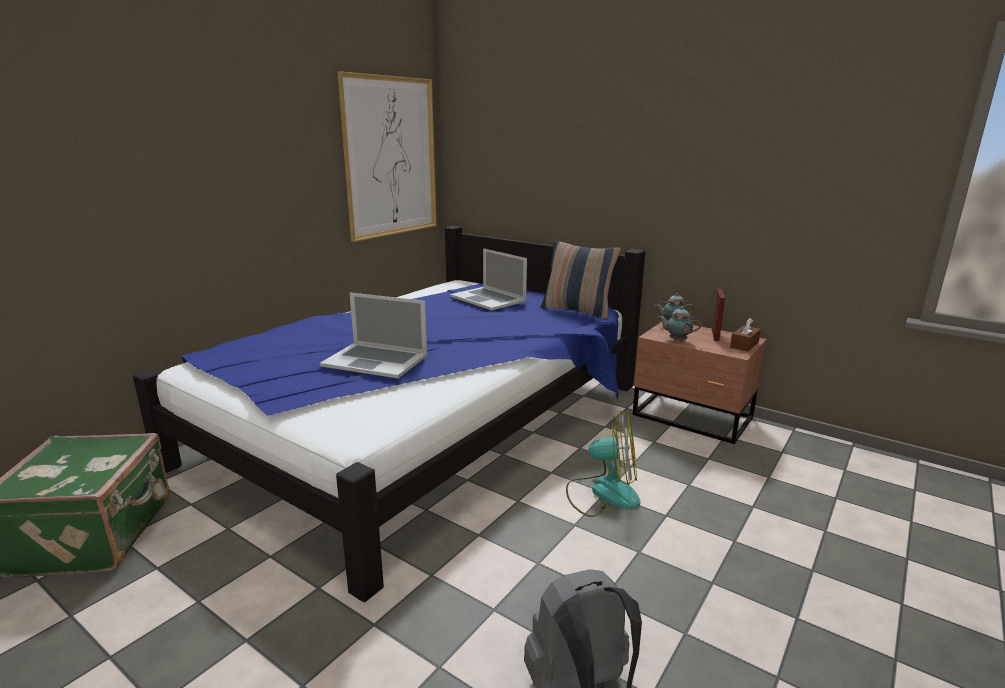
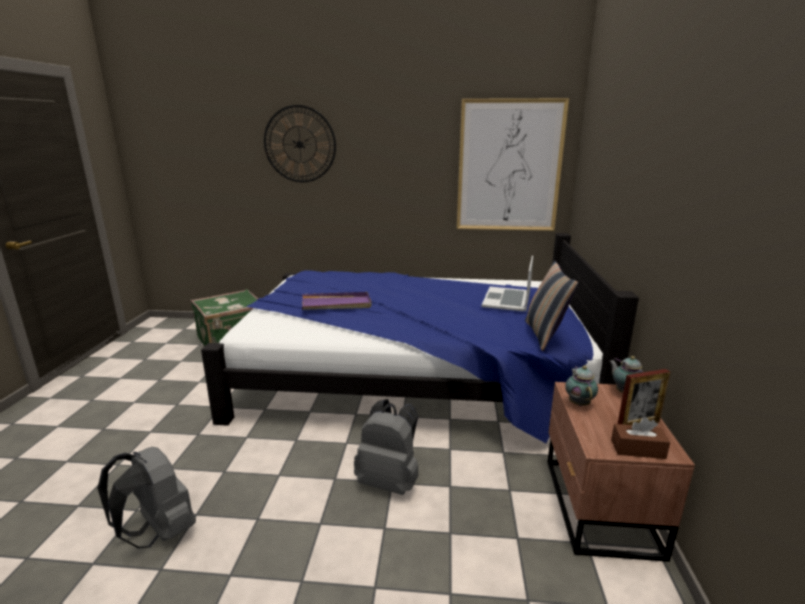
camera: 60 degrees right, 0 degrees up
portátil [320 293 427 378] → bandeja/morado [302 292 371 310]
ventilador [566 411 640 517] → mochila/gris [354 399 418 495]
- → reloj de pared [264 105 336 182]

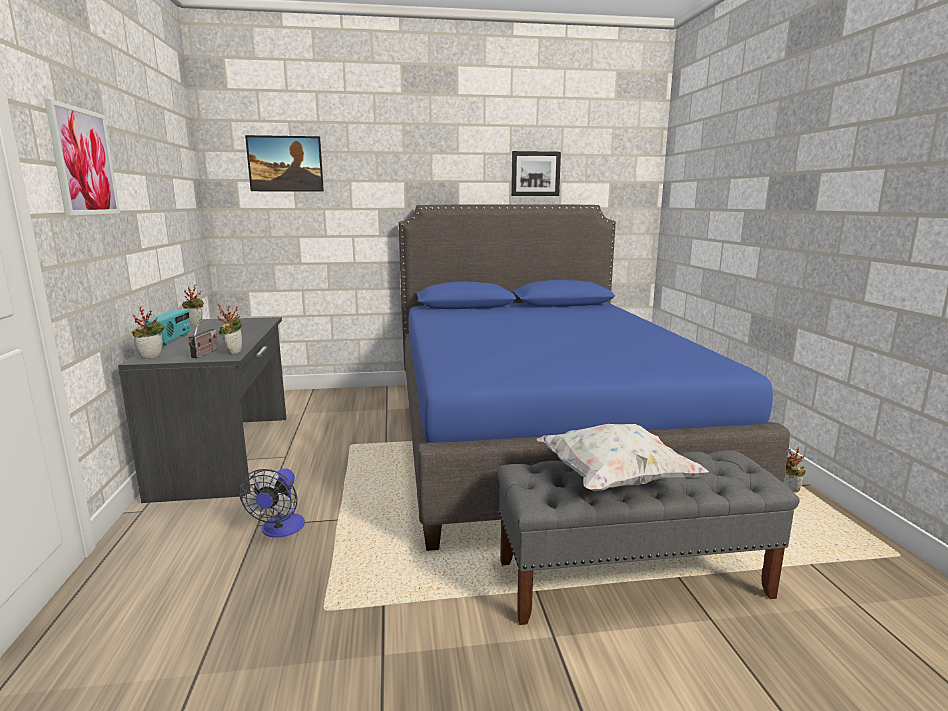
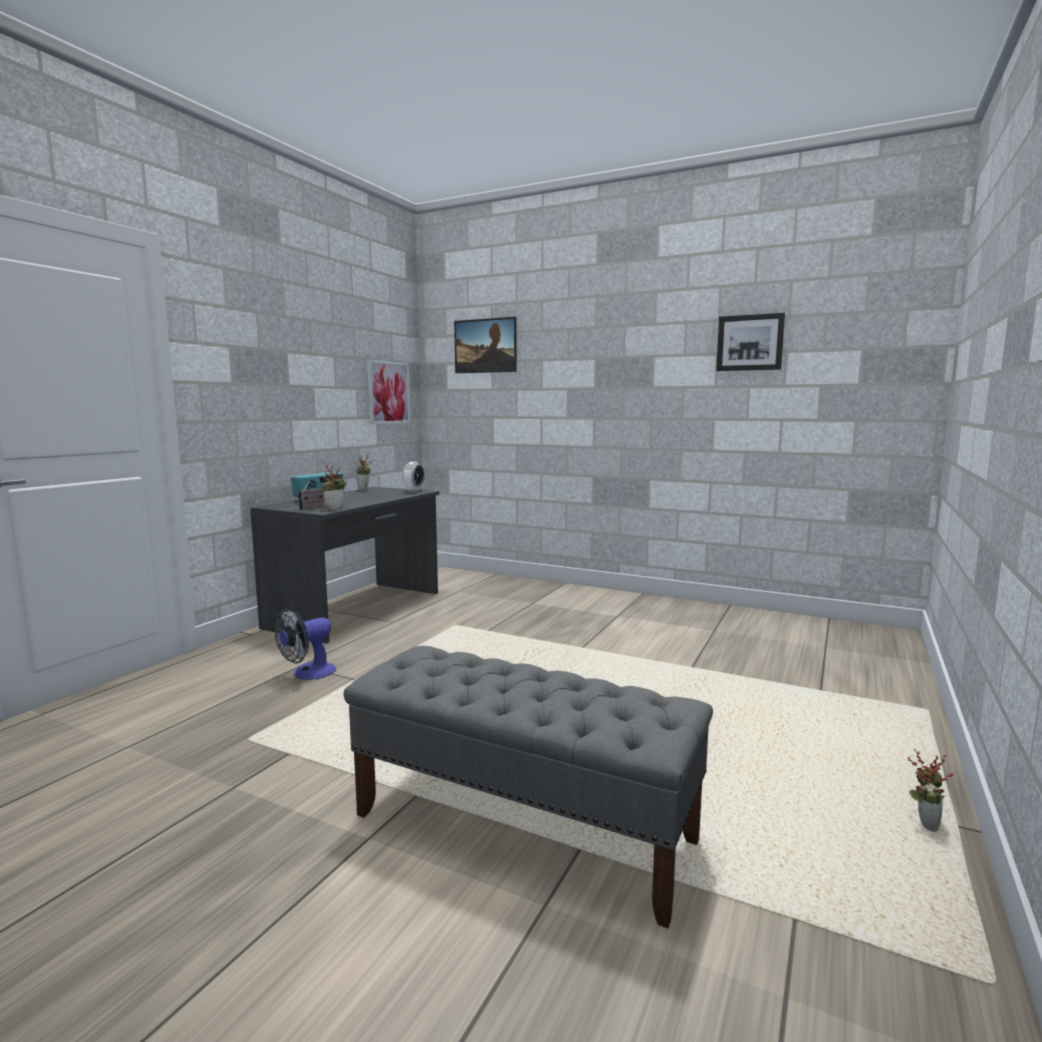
camera: 35 degrees right, 5 degrees down
cuadro [44 99 120 216] → cuadro [367 359 410 424], relocated
cama/azul [398 204 790 551] → -
planta en maceta [131 306 165 359] → -
cojín/blanco [537 424 709 491] → -
- → despertador [402 462 424 493]

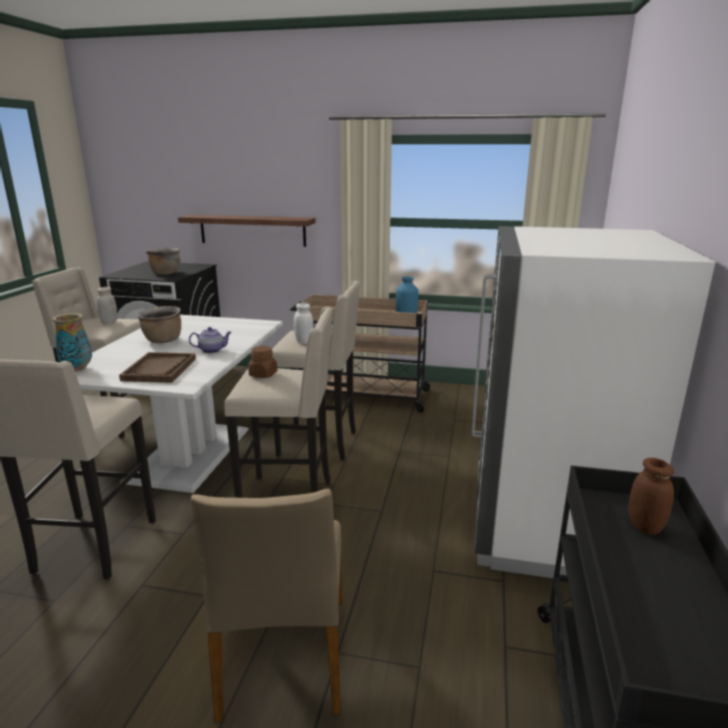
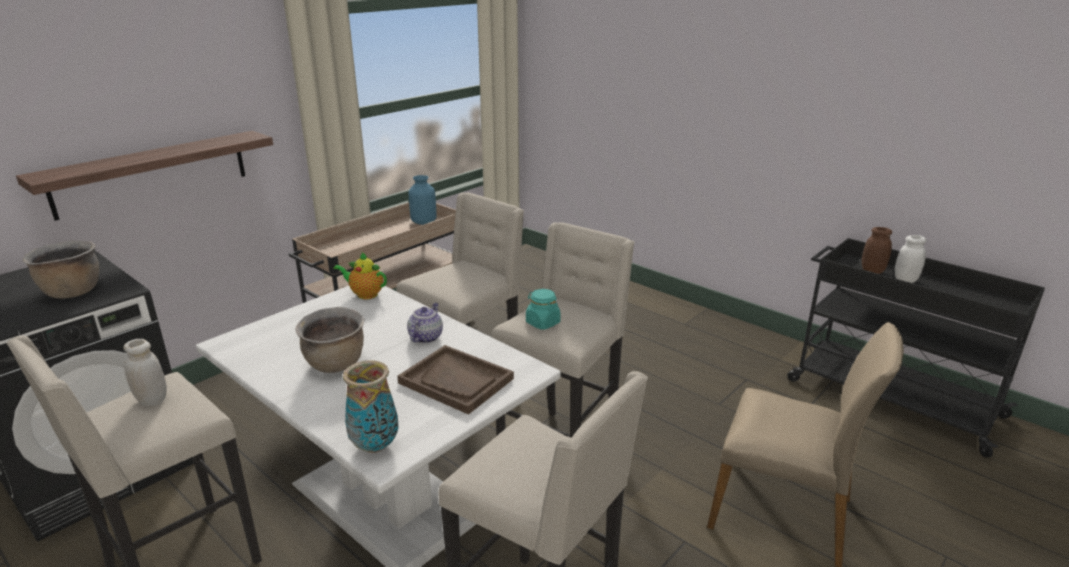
camera: 60 degrees left, 5 degrees up
nevera/blanco [471 226 715 578] → -
tarro/blanco [294 303 314 344] → tarro/blanco [895 235 927 283], relocated
tarro/marrón [248 346 277 378] → tarro/turquesa [526 289 561 330]
- → tetera [334 252 387 299]

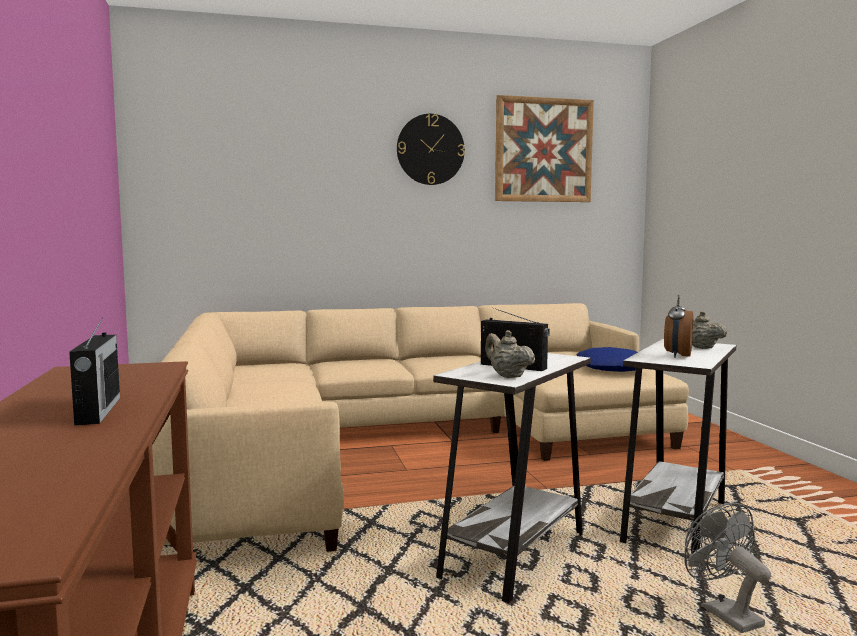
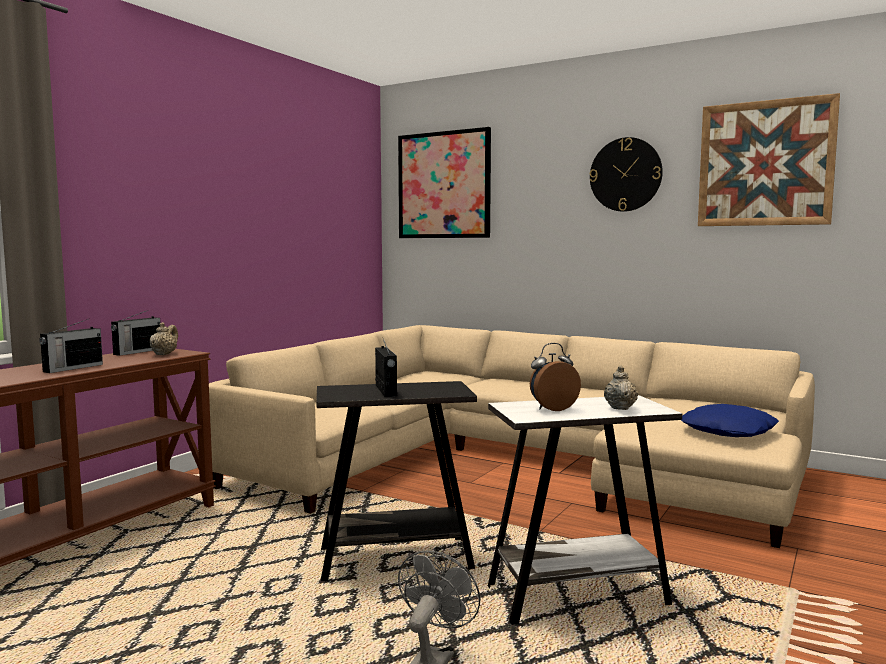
camera: 45 degrees right, 0 degrees up
tetera/beis [485 330 535 378] → tetera/beis [150 322 178 355], relocated
mesa auxiliar/blanco [433 353 591 603] → mesa auxiliar/negro [316 381 477 581]
- → cuadro [398 127 491 238]
- → radio [111 310 160 356]

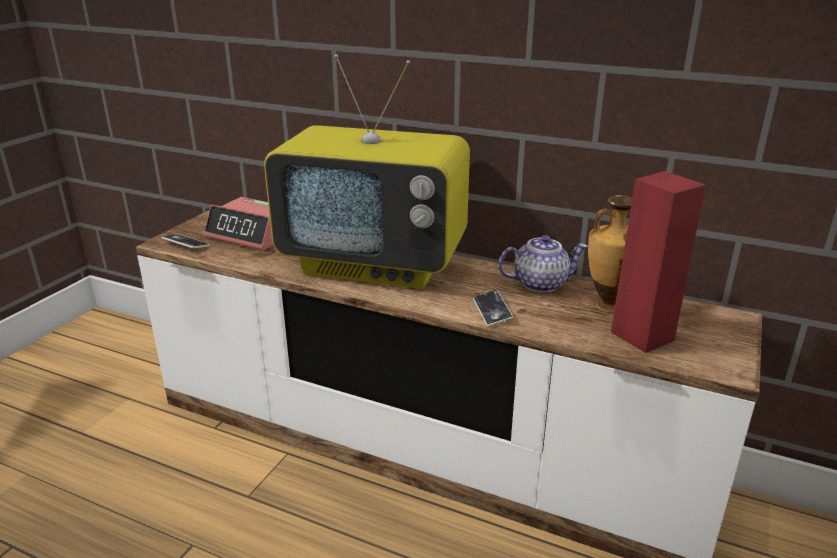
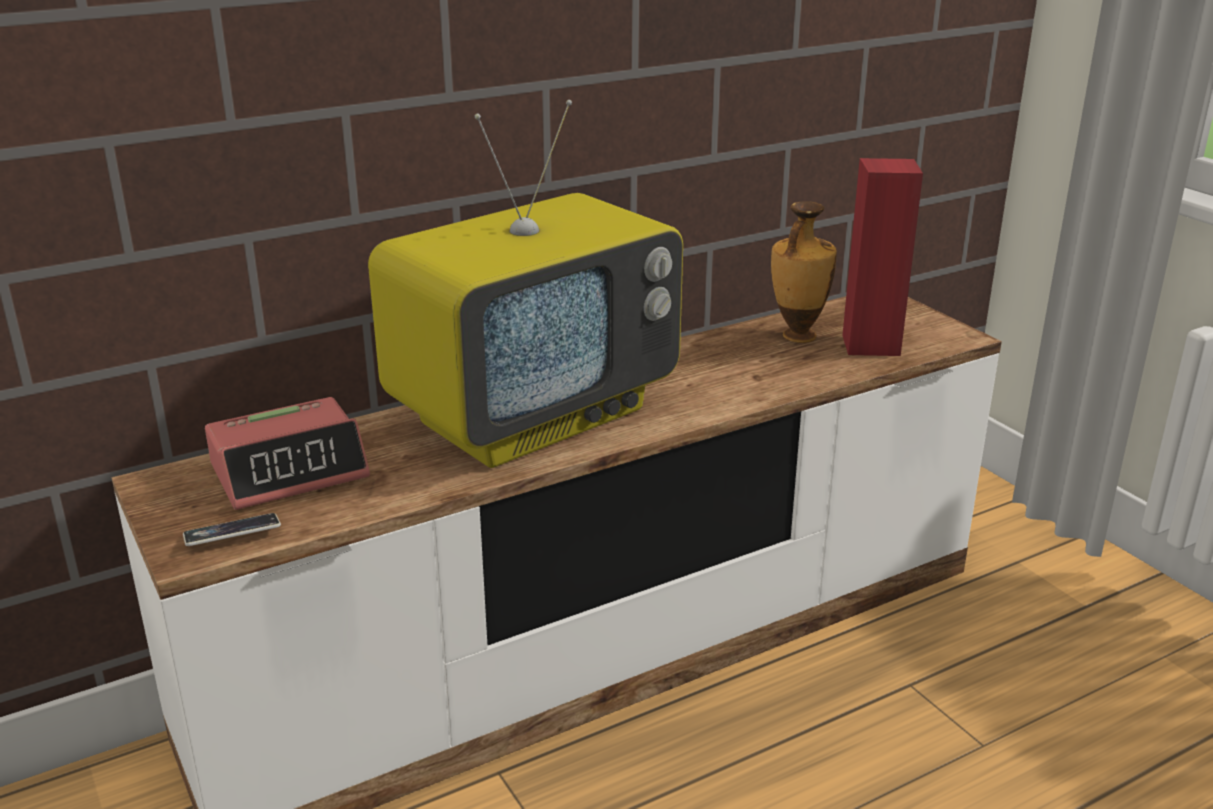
camera: 55 degrees left, 0 degrees up
tetera [498 235 588 293] → -
móvil [473 290 513 326] → -

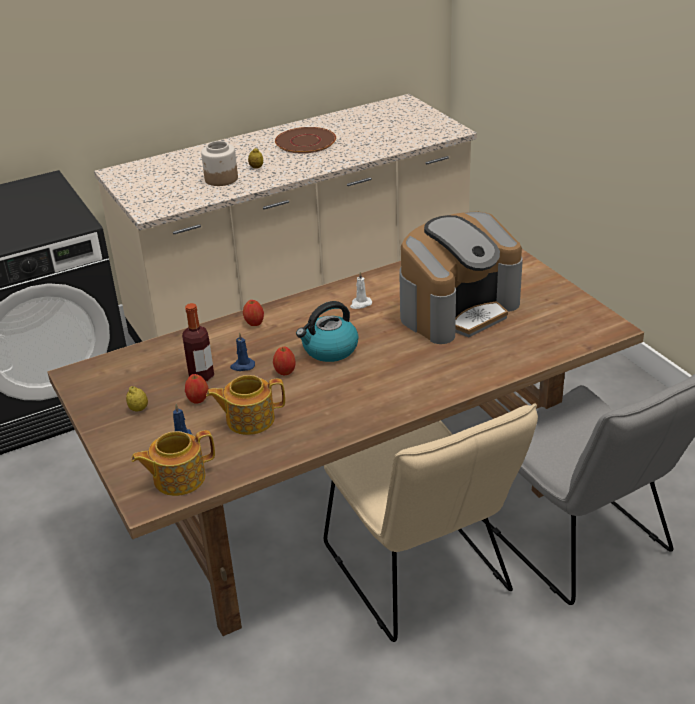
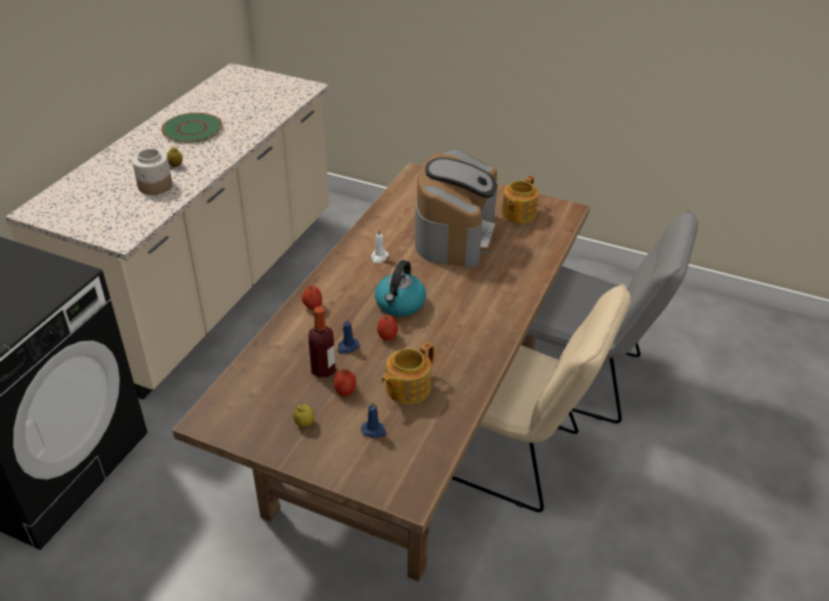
camera: 40 degrees left, 5 degrees up
plato/marrón [275 127 336 153] → plato/verde [161 113 222 143]
tetera [131 430 215 496] → tetera [502 175 539 223], relocated

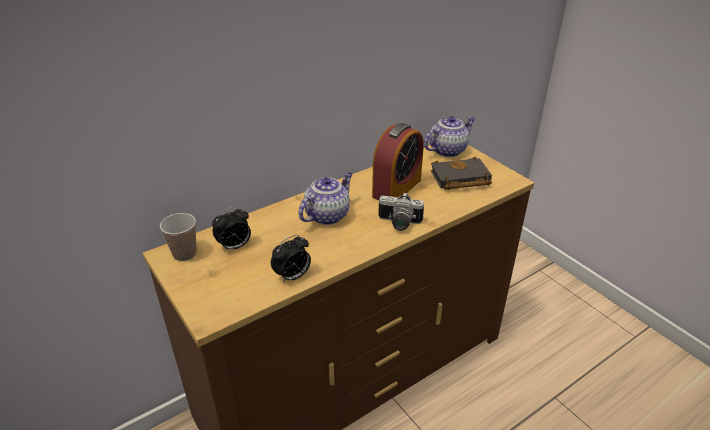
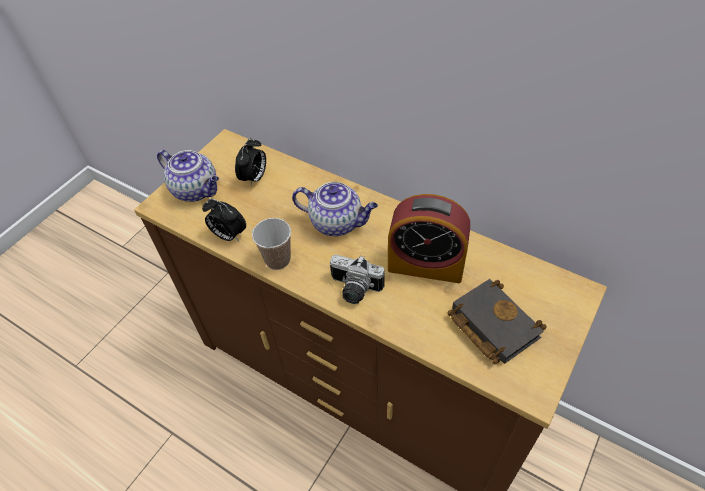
camera: 70 degrees right, 15 degrees up
tetera [424 116 475 157] → tetera [157 150 219 202], relocated
cámara [378 193 424 231] → cámara [330 254 385 304], 60 degrees counterclockwise
despertador [212 206 251 252] → despertador [235 138 266 186], 105 degrees counterclockwise
taza [160 213 197 261] → taza [252 218 291 270], relocated

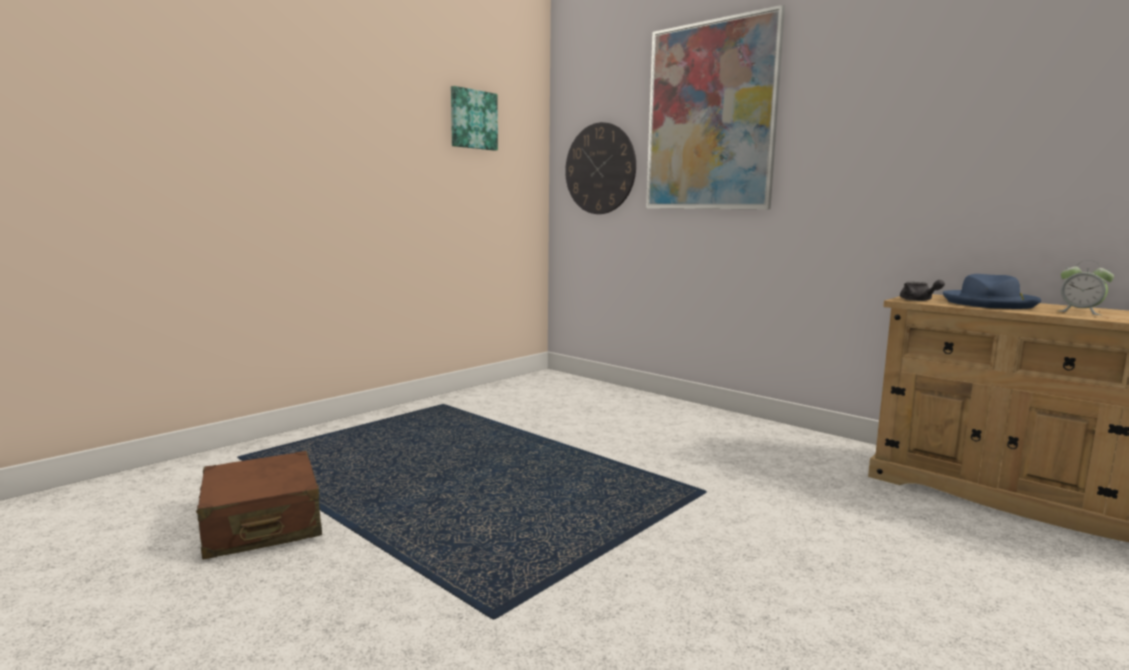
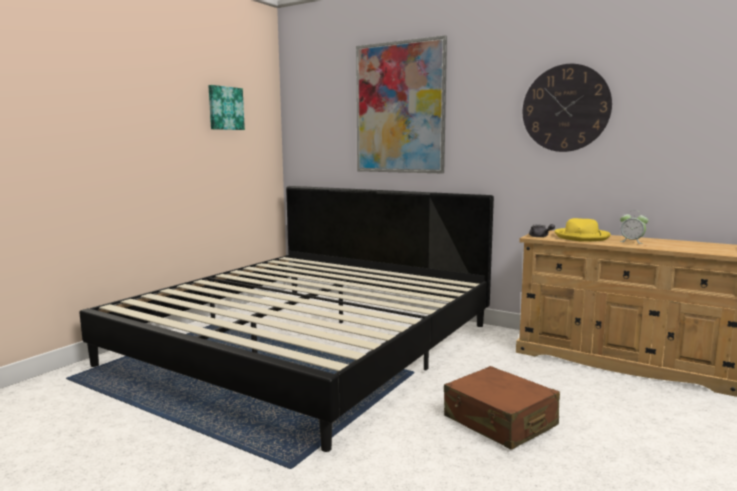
camera: 10 degrees left, 0 degrees up
reloj de pared [565 122 636 214] → reloj de pared [523 64 612 152], relocated
sombrero/azul [943 274 1041 309] → sombrero/amarillo [554 218 611 242]
maleta/marrón [196 451 322 560] → maleta/marrón [444 366 560 450], relocated
- → cama [79 186 494 452]

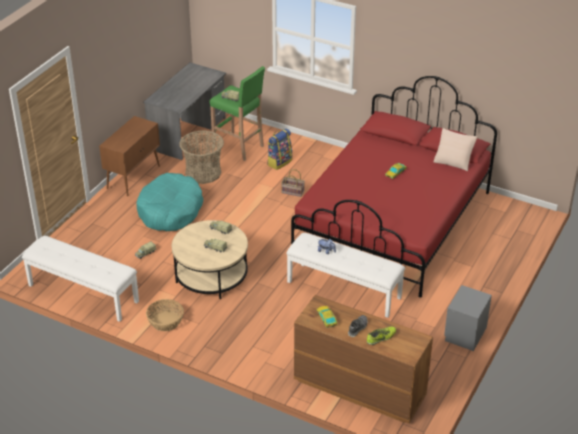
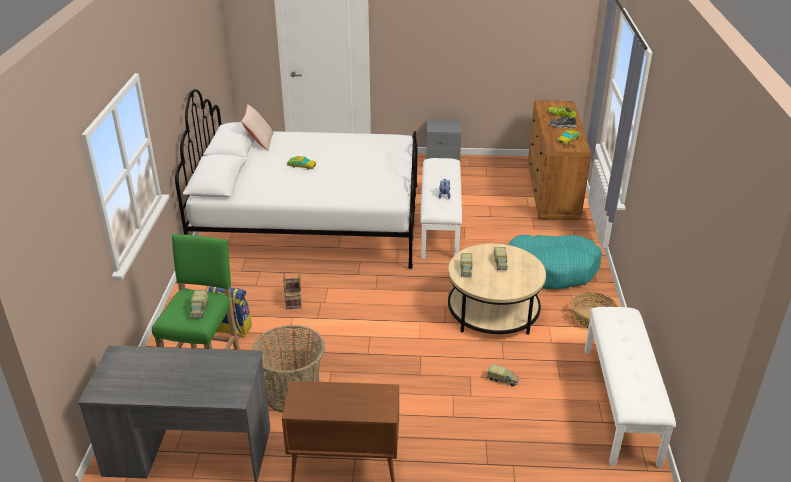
camera: 115 degrees left, 5 degrees down
cama/rojo [291 76 497 298] → cama/blanco [175 89 418 269]
cama para perro/turquesa [136 173 203 231] → cama para perro/turquesa [508 235 602 289], relocated

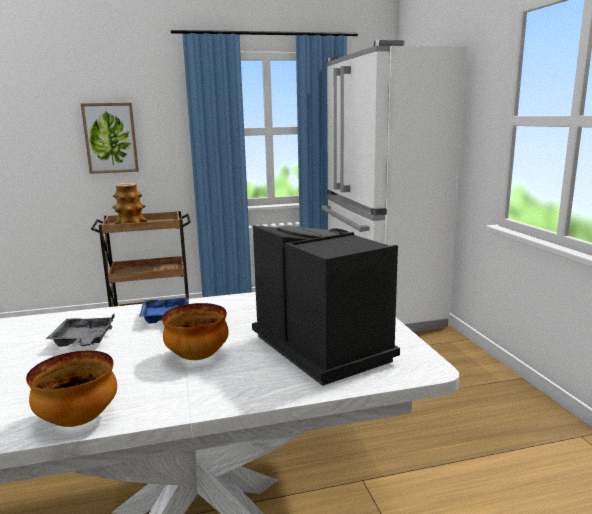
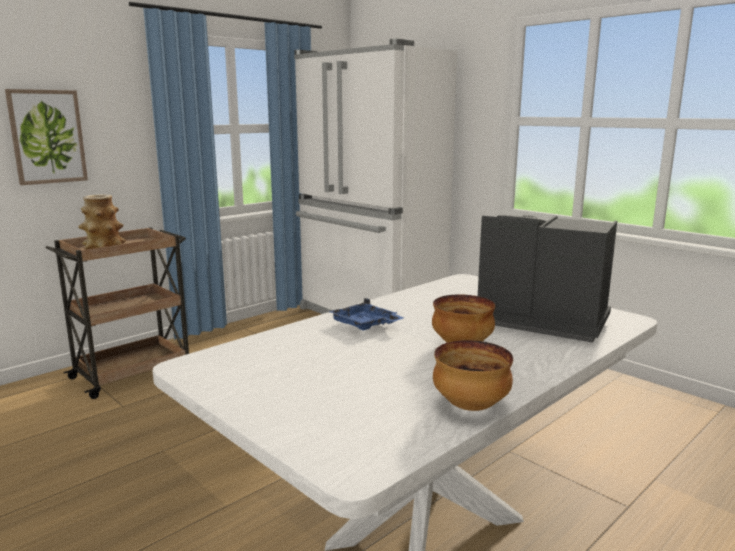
camera: 30 degrees left, 0 degrees up
bandeja/gris [46 313 115 347] → -

